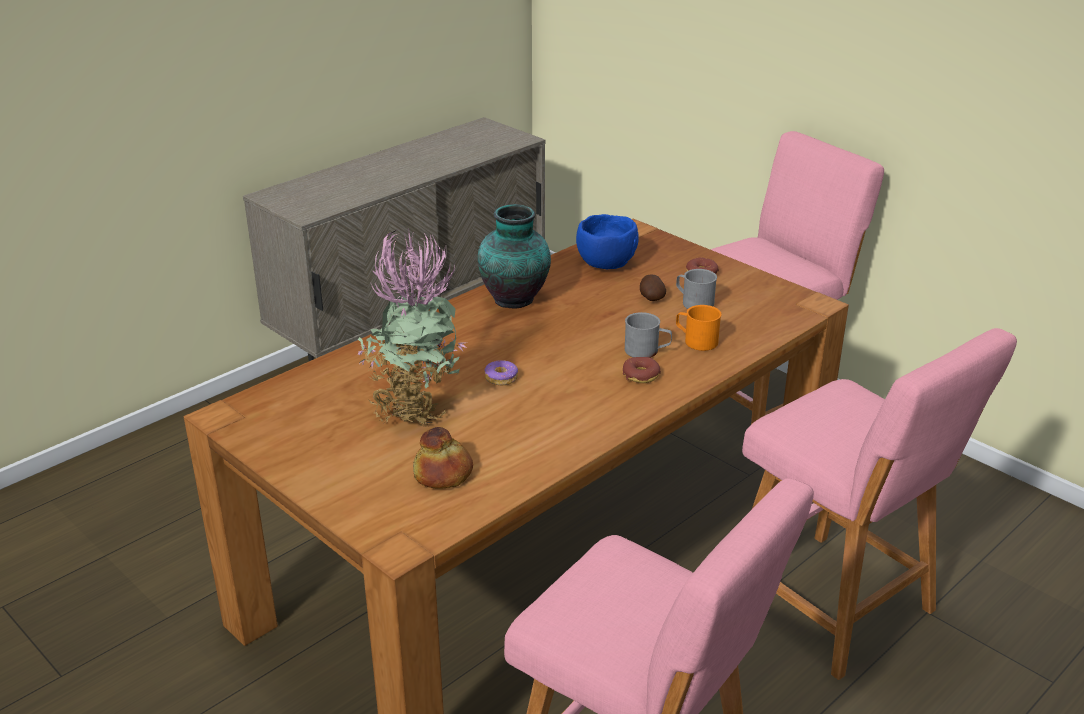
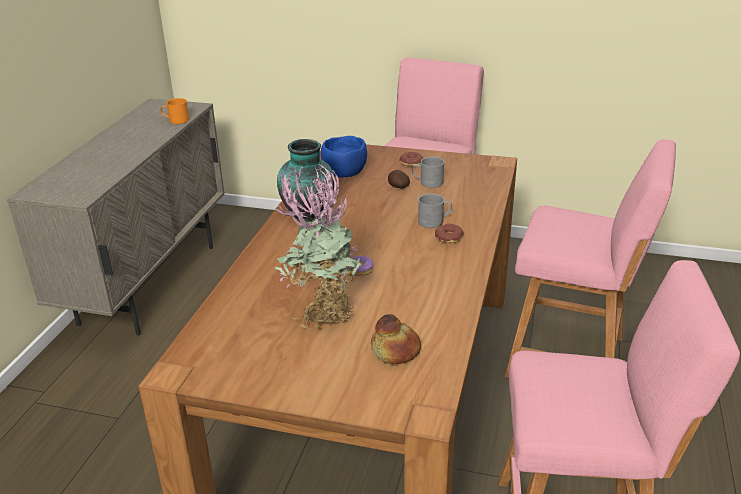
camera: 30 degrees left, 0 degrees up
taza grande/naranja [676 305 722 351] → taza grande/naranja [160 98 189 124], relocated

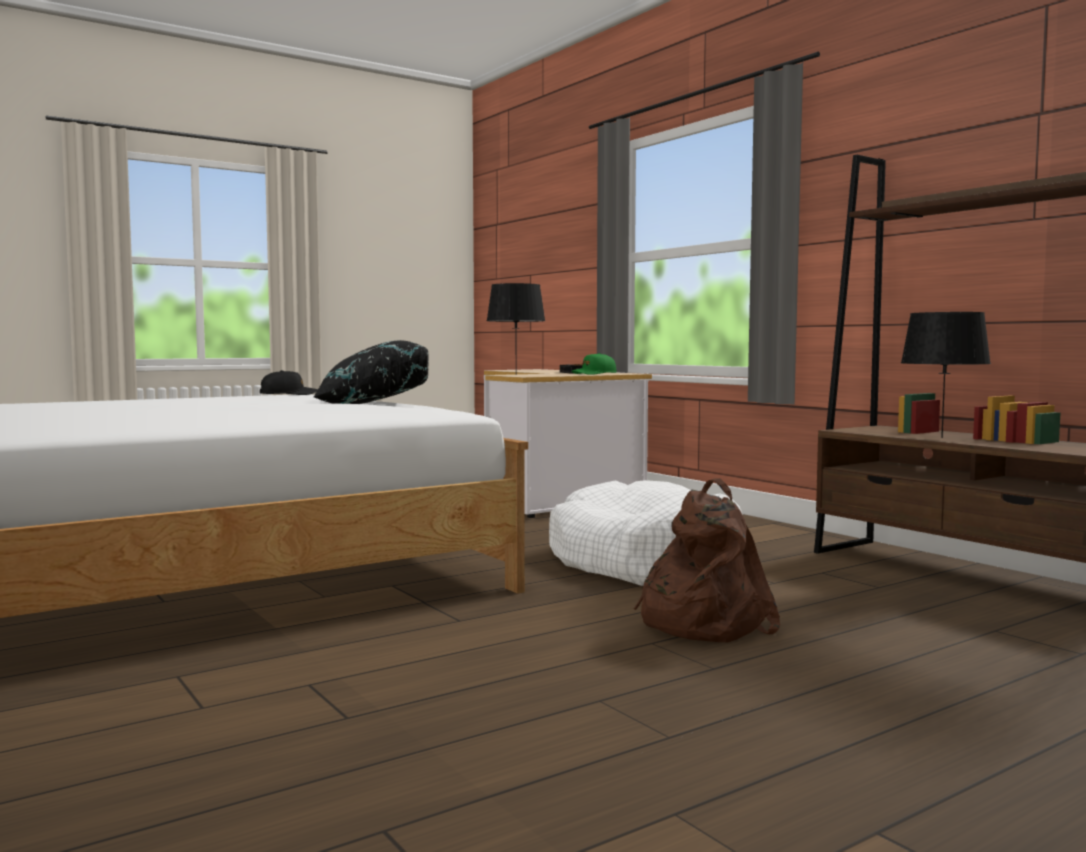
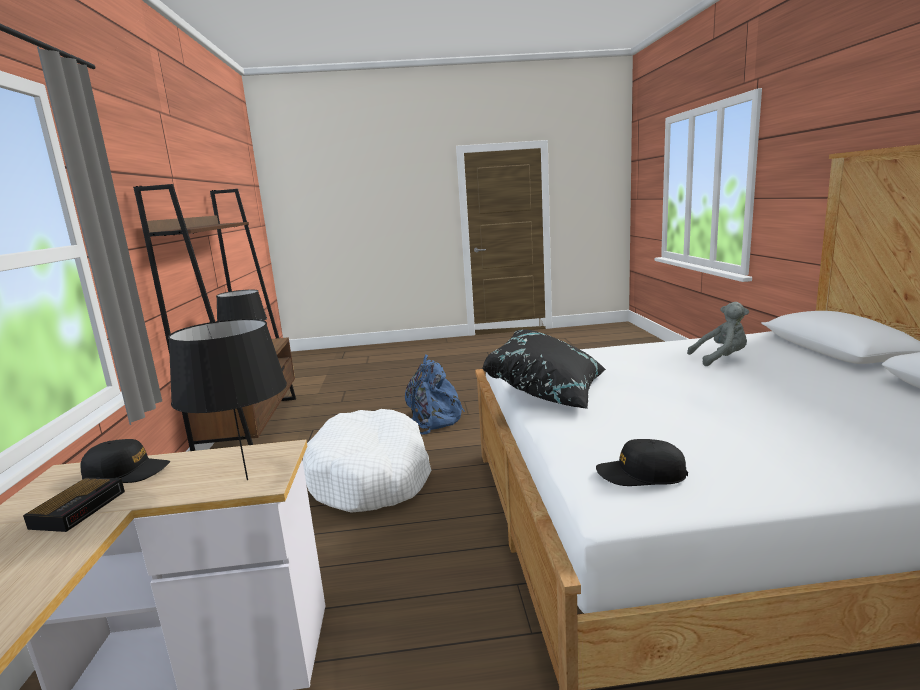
camera: 150 degrees left, 10 degrees up
gorra/verde [571 353 617 375] → gorra/negro [80 439 170 483]
mochila/marrón [634 478 780 642] → mochila/azul [405 354 465 434]
- → peluche/gris [687 302 749 366]

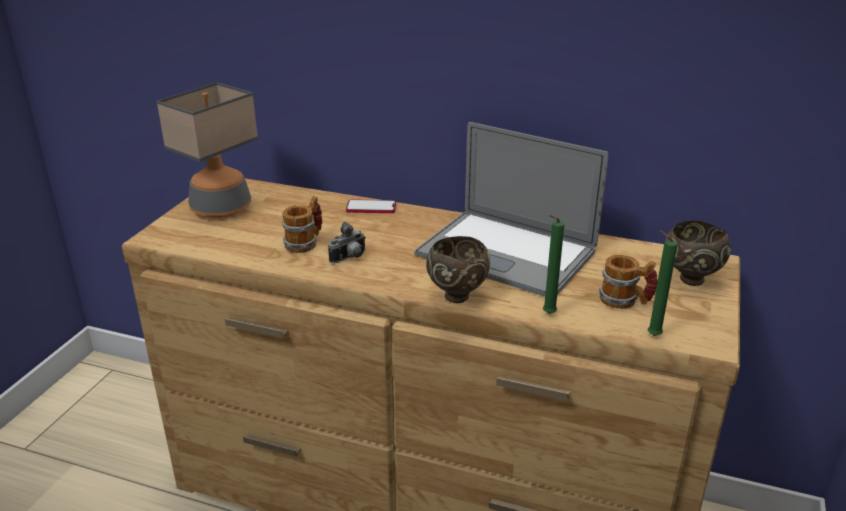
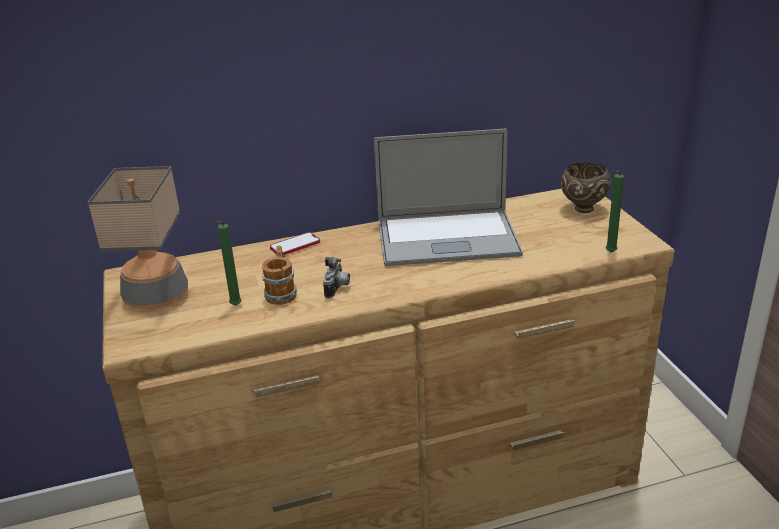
camera: 35 degrees left, 0 degrees up
vela/verde [543 215 564 314] → vela/verde [215 221 242 306], relocated
cuenco/marrón [426 236 490 303] → -
taza grande [599 255 658 309] → -

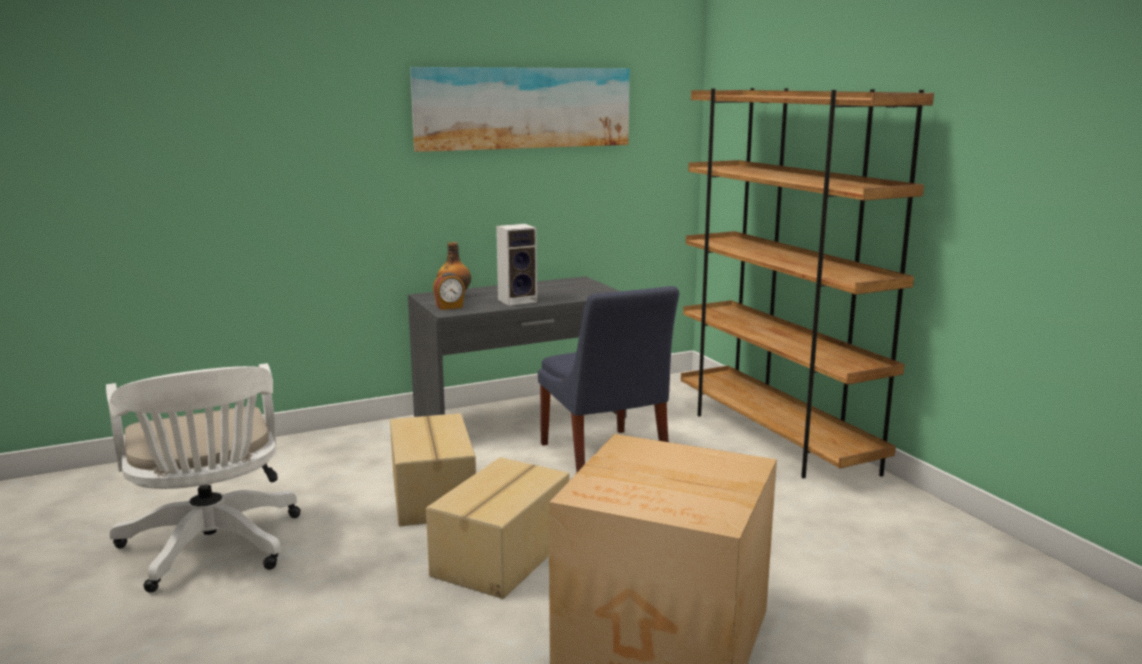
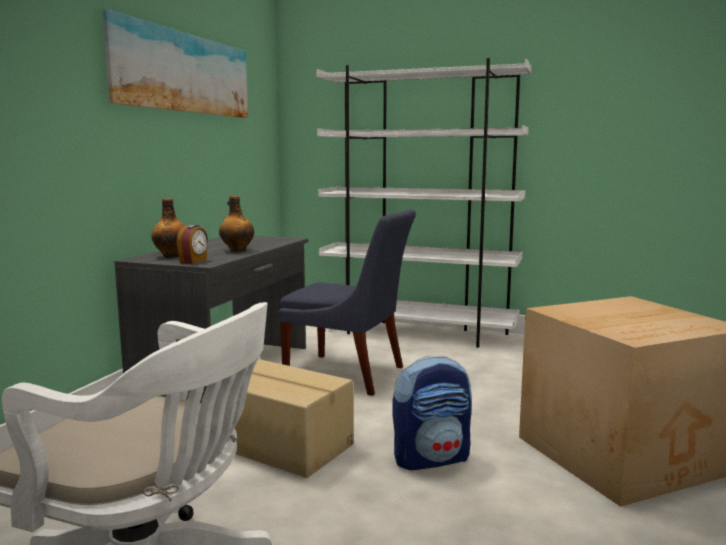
camera: 45 degrees left, 5 degrees down
estantería/marrón [681 88 934 478] → estantería/blanco [316 58 532 348]
altavoz [496 224 537 306] → botella [219 196 254 252]
caja de cartón [426 457 570 599] → mochila [392 356 472 470]

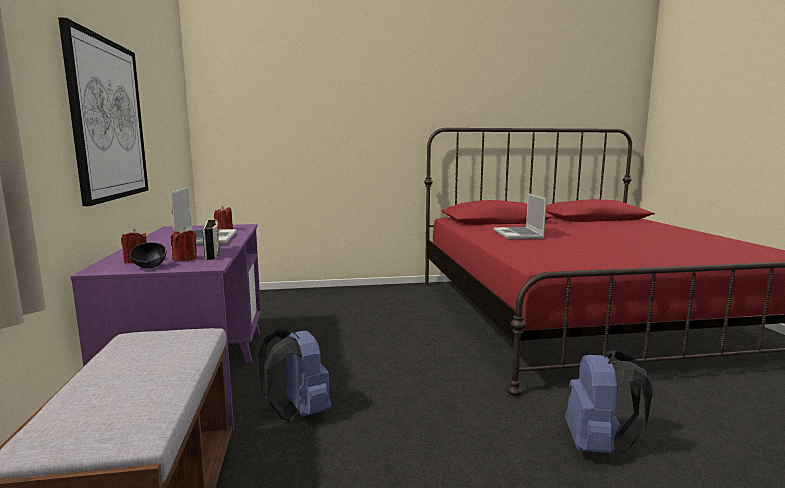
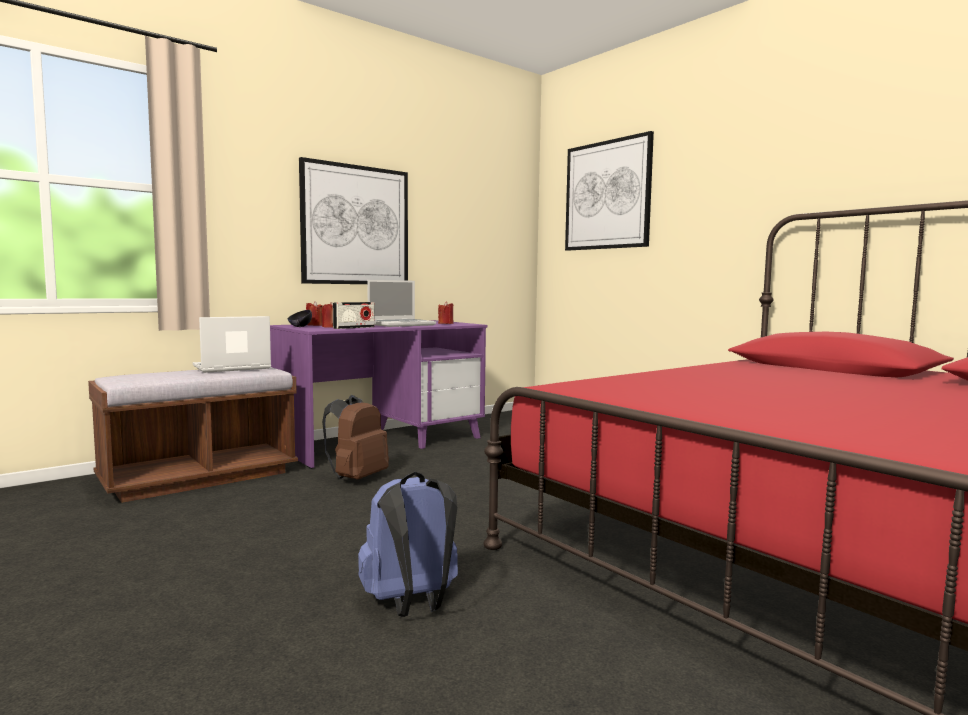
camera: 60 degrees right, 5 degrees down
portátil [493 193 546 239] → portátil [193 316 271 373], relocated
mochila/azul [258 328 331 421] → mochila/marrón [322 395 389 480]
- → cuadro [565 131 654 251]

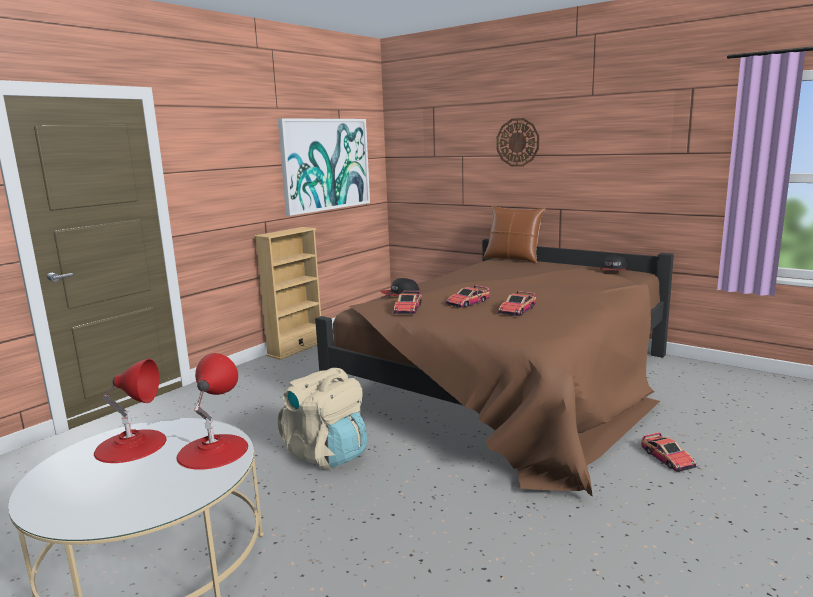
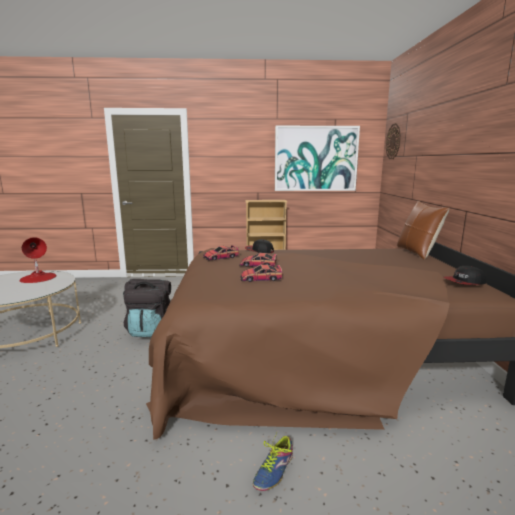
camera: 50 degrees right, 0 degrees up
reloj de pared [496 118 539 167] → reloj de pared [386 123 401 159], relocated
lámpara de mesa/rojo [177 353 248 470] → -
mochila/beis [278 368 367 470] → mochila/negro [123 279 171 337]
coche de juguete [641 432 697 472] → zapato [253 433 293 491]

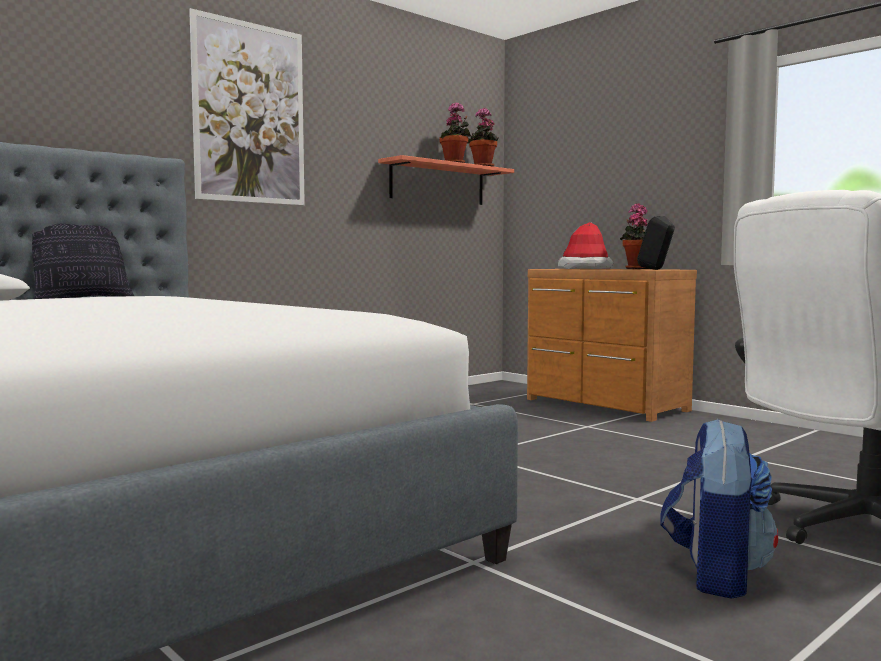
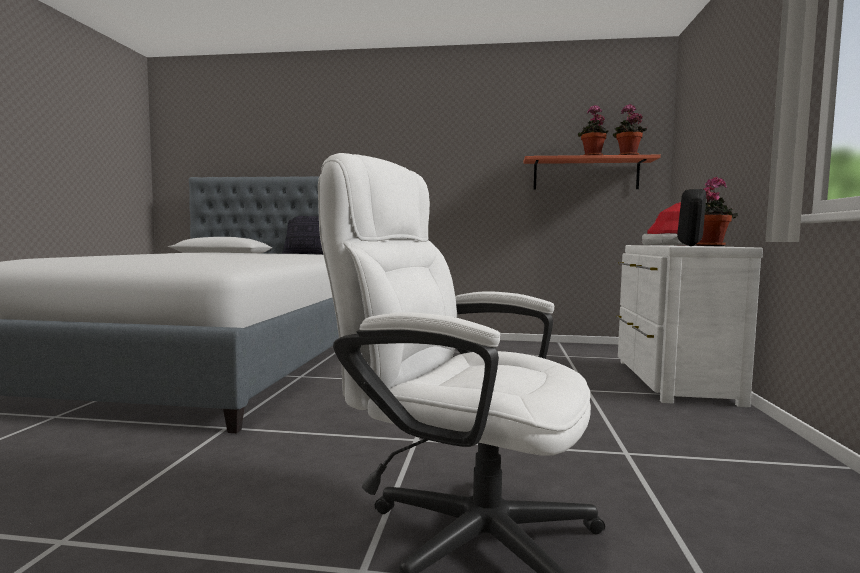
camera: 50 degrees right, 0 degrees up
cuadro [189 8 305 205] → -
cómoda/marrón [527 269 697 422] → cómoda/blanco [616 245 763 407]
mochila [660 419 778 599] → -

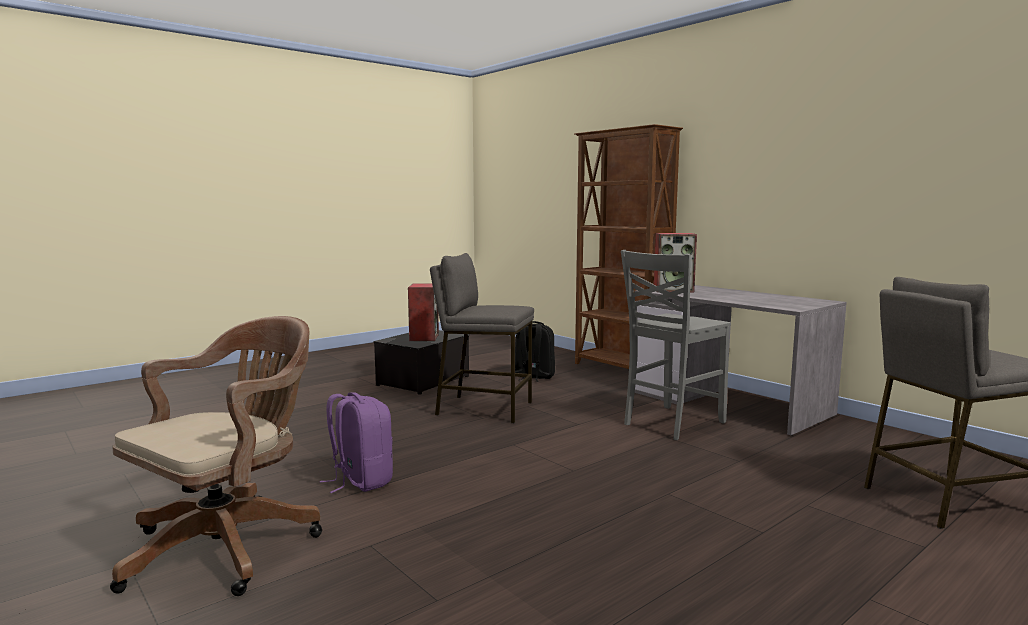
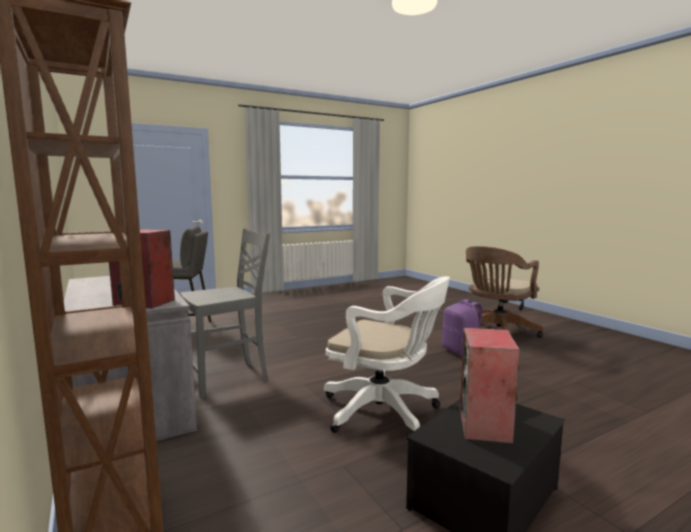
camera: 170 degrees left, 0 degrees up
taburete/gris [430 253 534 423] → silla de oficina/blanco [324 276 450 436]
mochila/negro [515 321 555 382] → -

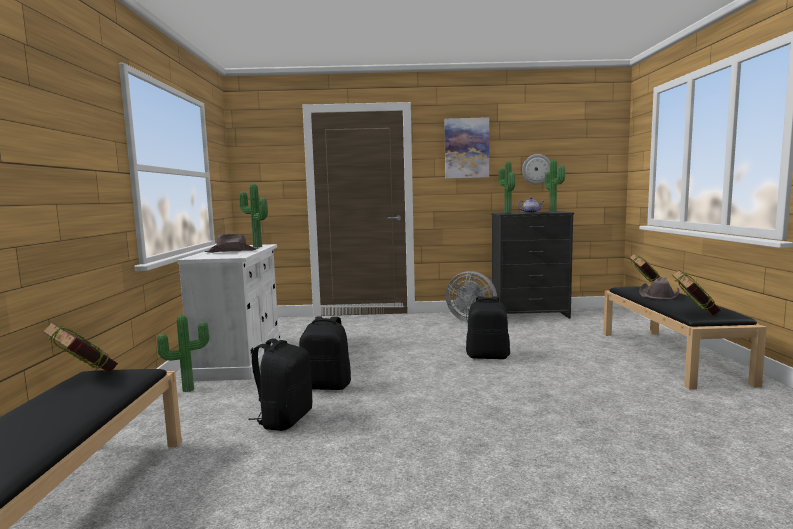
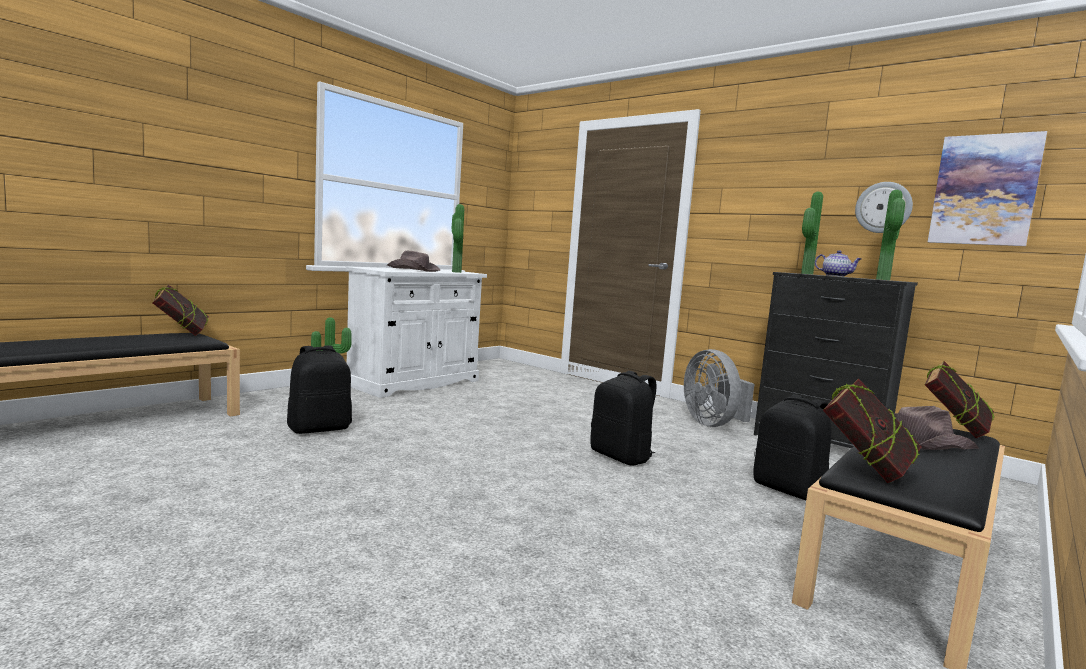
camera: 40 degrees right, 0 degrees up
cuadro [444 117 489 179] → cuadro [928 131 1047 246], relocated
mochila/negro [299 316 351 390] → mochila/negro [753 394 831 500], relocated

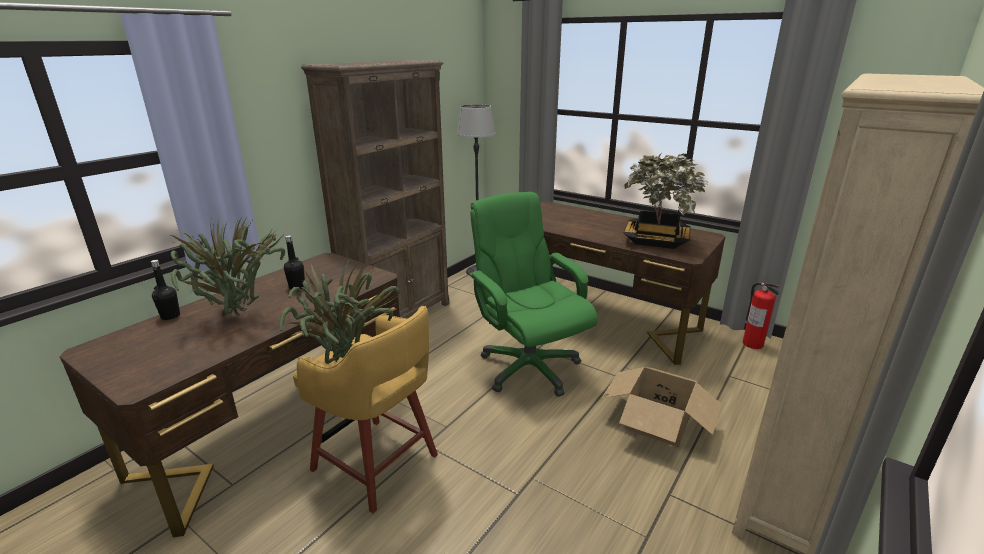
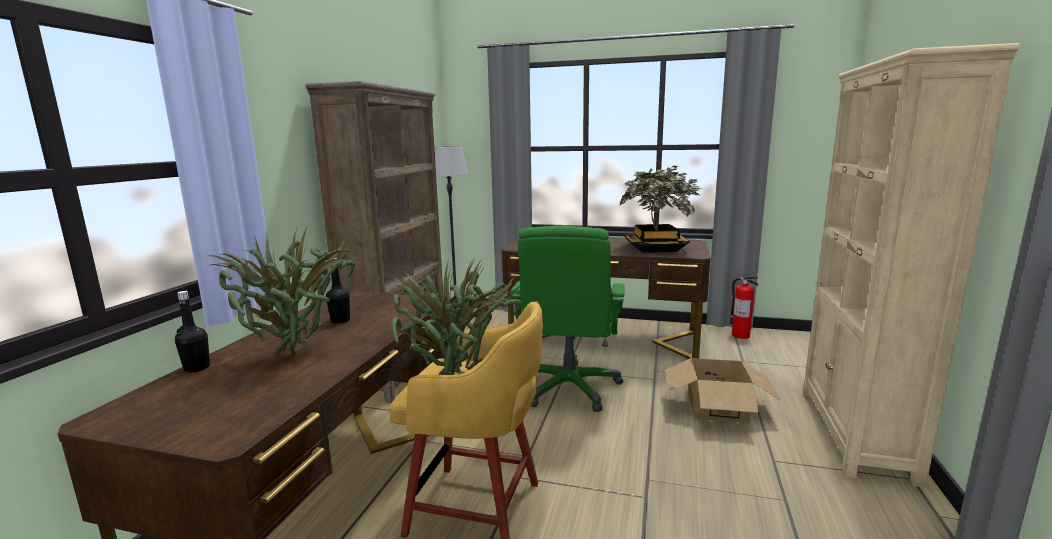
camera: 20 degrees left, 10 degrees down
silla de oficina/verde [469 192 598 397] → silla de oficina/verde [511 226 625 412], 120 degrees counterclockwise

